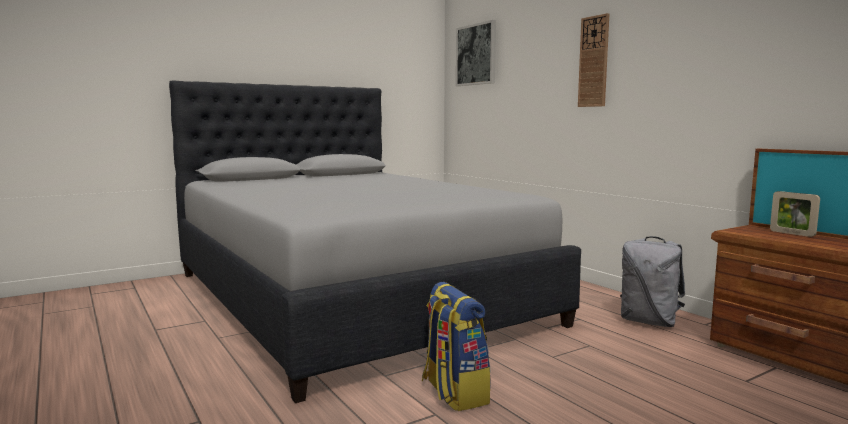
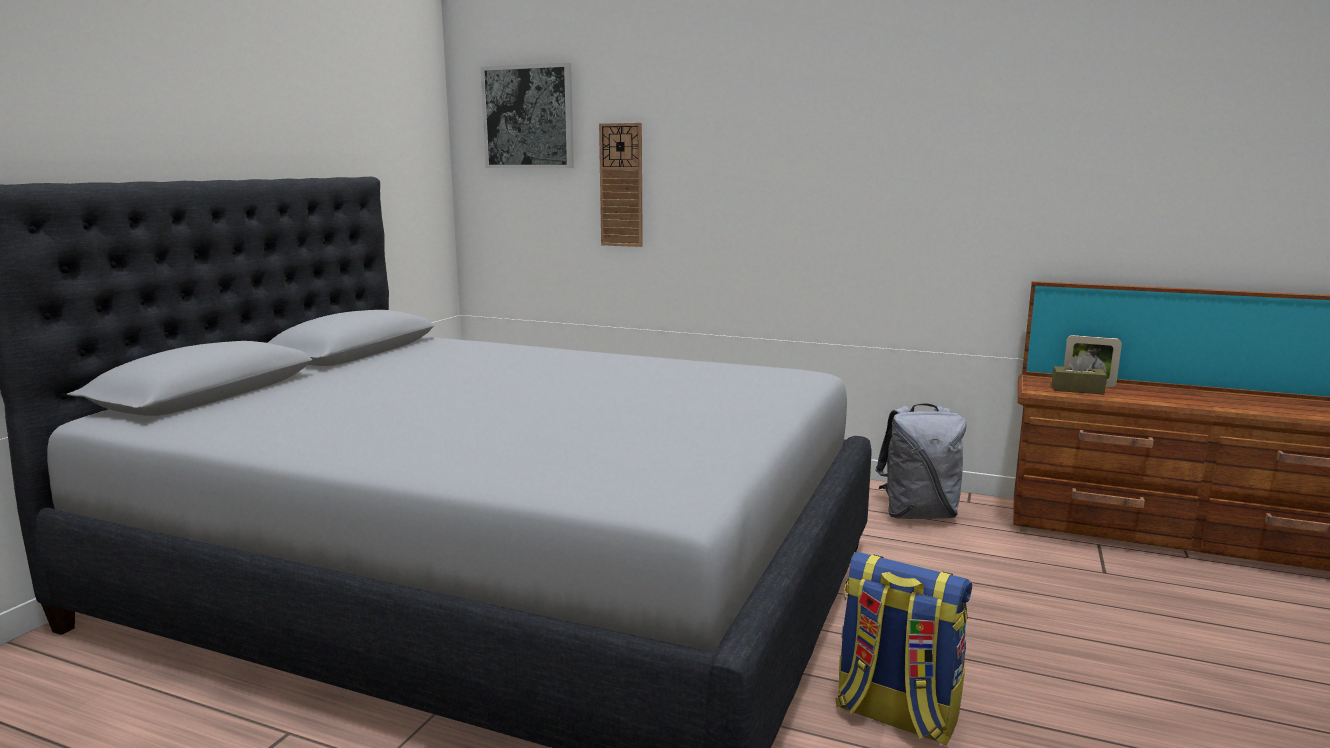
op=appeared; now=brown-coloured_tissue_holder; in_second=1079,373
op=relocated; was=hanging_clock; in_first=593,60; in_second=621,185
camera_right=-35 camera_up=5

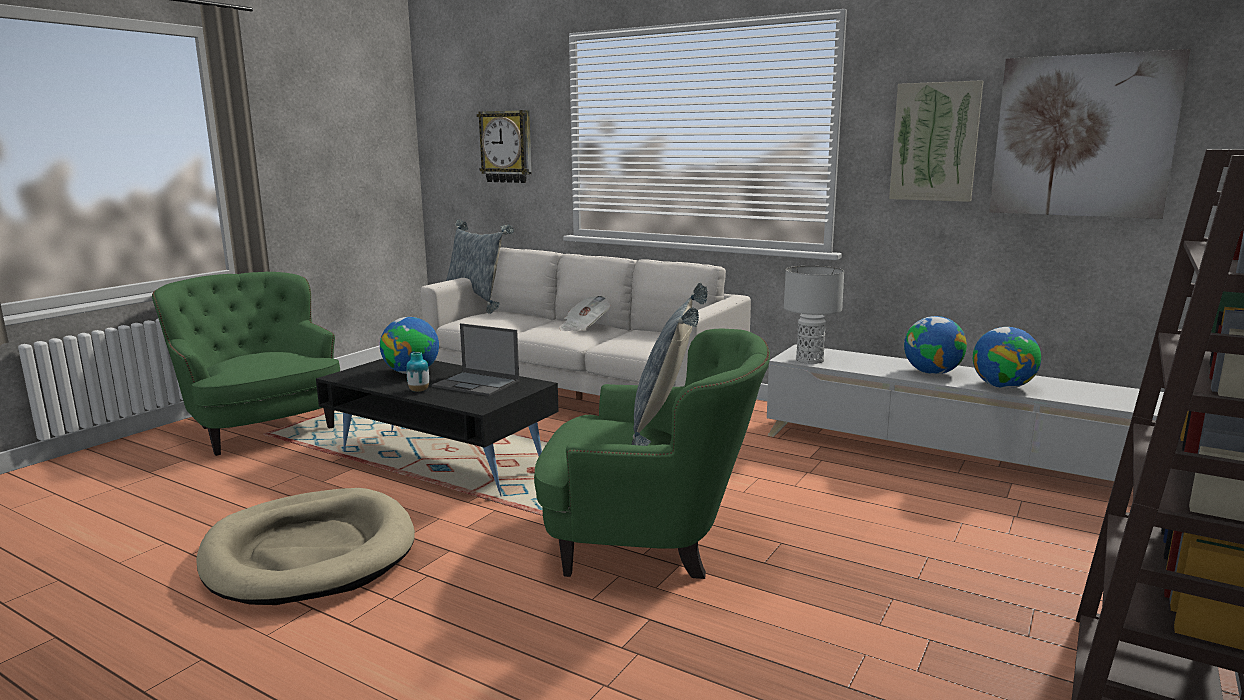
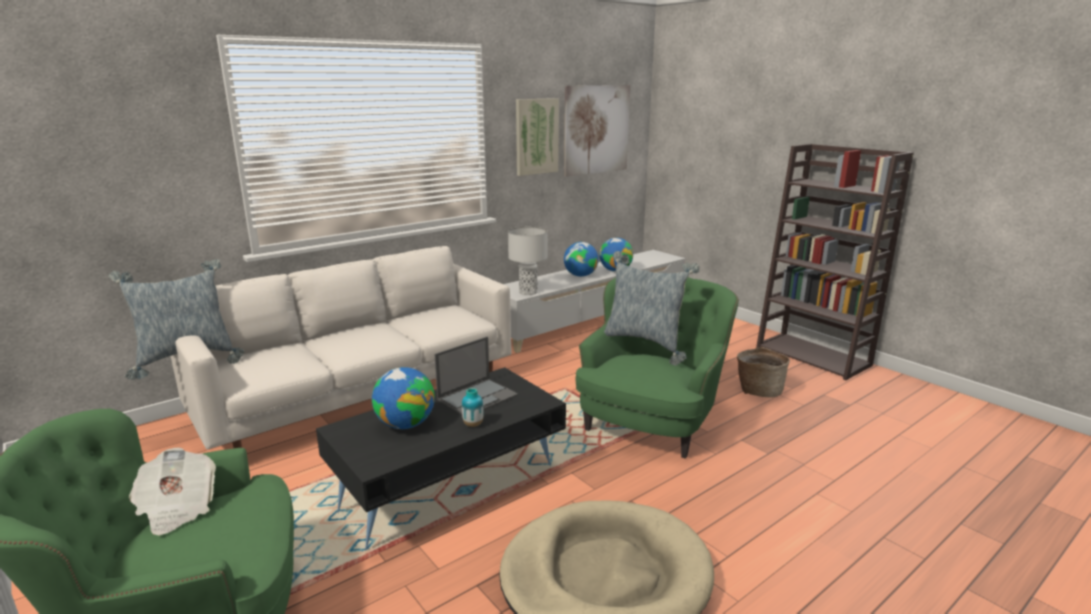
op=missing; was=hanging_clock; in_first=504,146
op=appeared; now=household_basket; in_second=763,372
op=relocated; was=printed_paper; in_first=585,313; in_second=172,491
camera_right=-70 camera_up=5

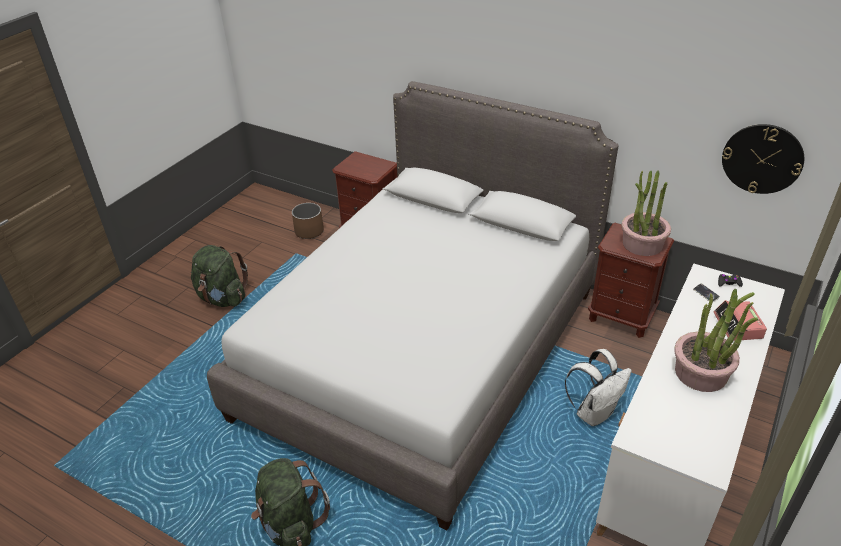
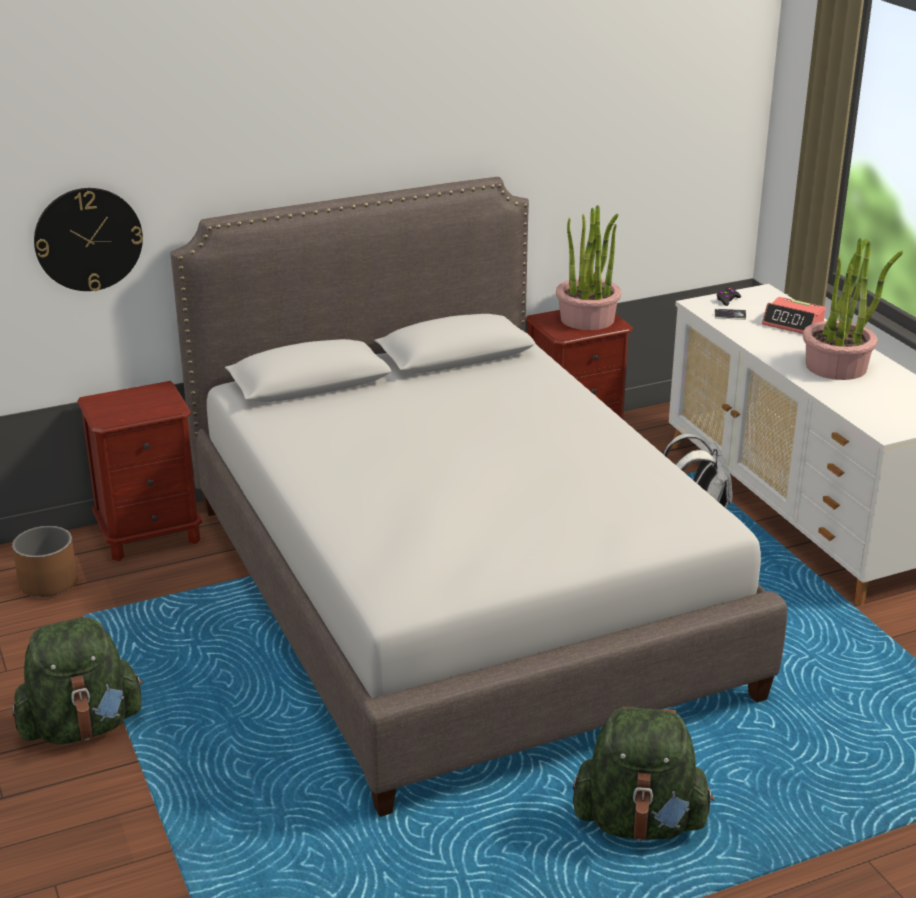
op=relocated; was=hanging_clock; in_first=763,159; in_second=88,239
camera_right=-55 camera_up=-10

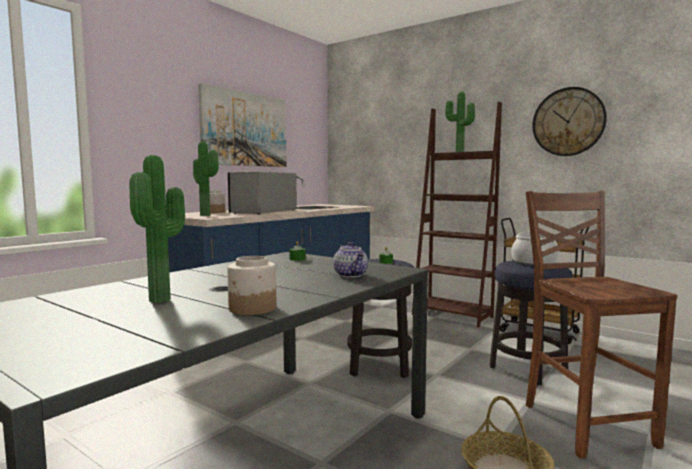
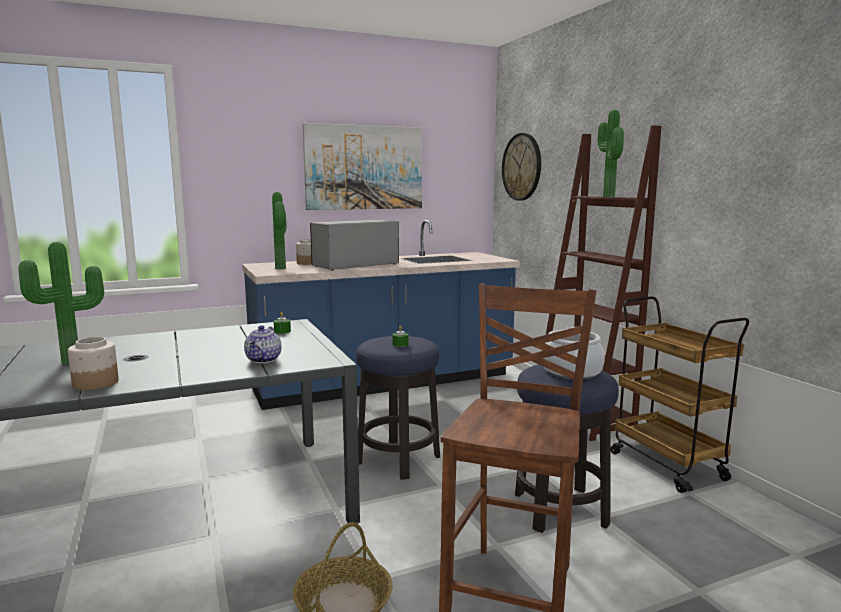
op=relocated; was=hanging_clock; in_first=569,121; in_second=521,167
camera_right=30 camera_up=5

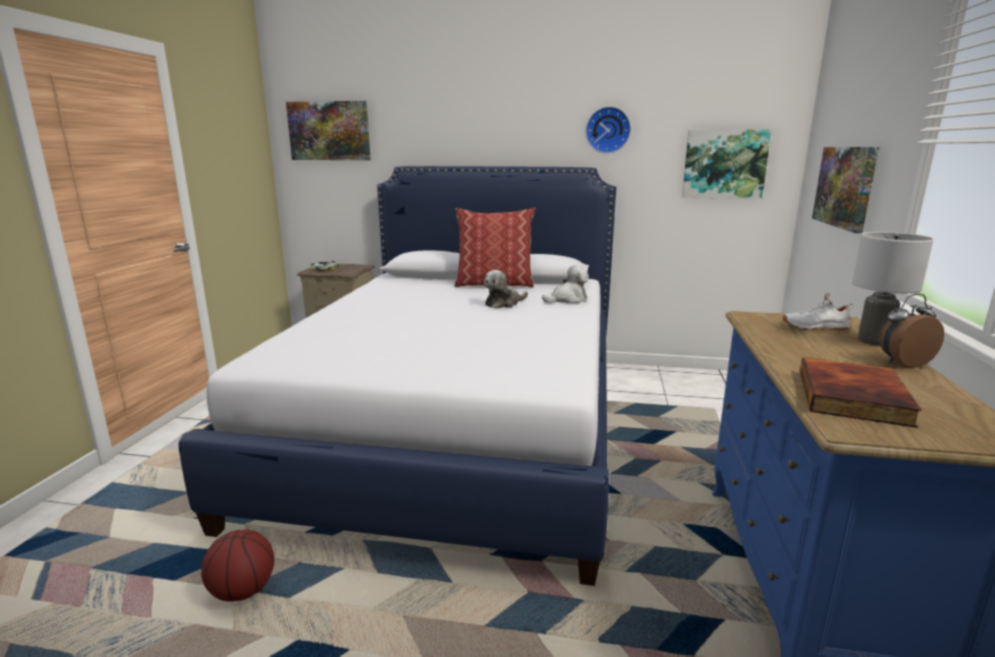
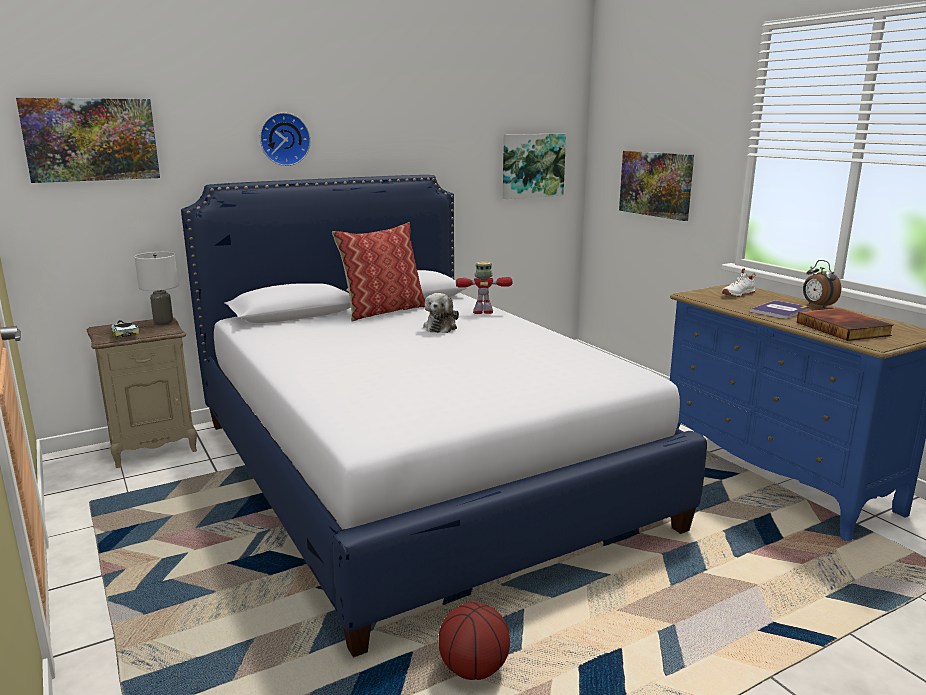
op=appeared; now=volume; in_second=779,309
op=relocated; was=hanging_clock; in_first=608,130; in_second=285,139
op=relocated; was=white_table_lamp; in_first=893,289; in_second=156,288
op=exchanged; was=cuddly_toy; now=model_robot; in_first=565,284; in_second=484,288
op=spun; was=alarm_clock; in_first=912,331; in_second=822,284; clockwise=-60
camera_right=-40 camera_up=0

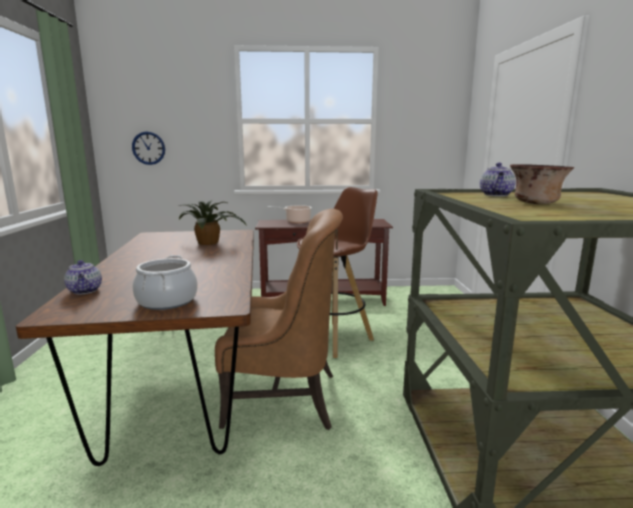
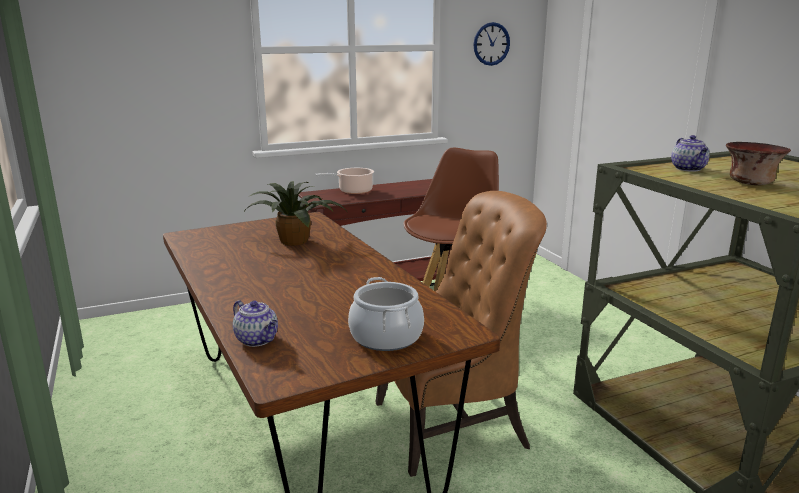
op=relocated; was=hanging_clock; in_first=148,148; in_second=491,44
camera_right=-20 camera_up=5

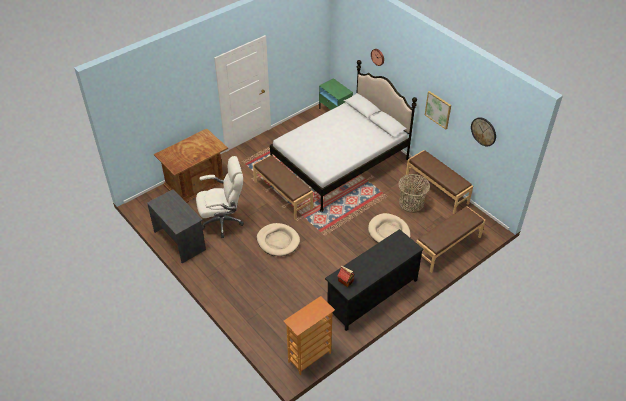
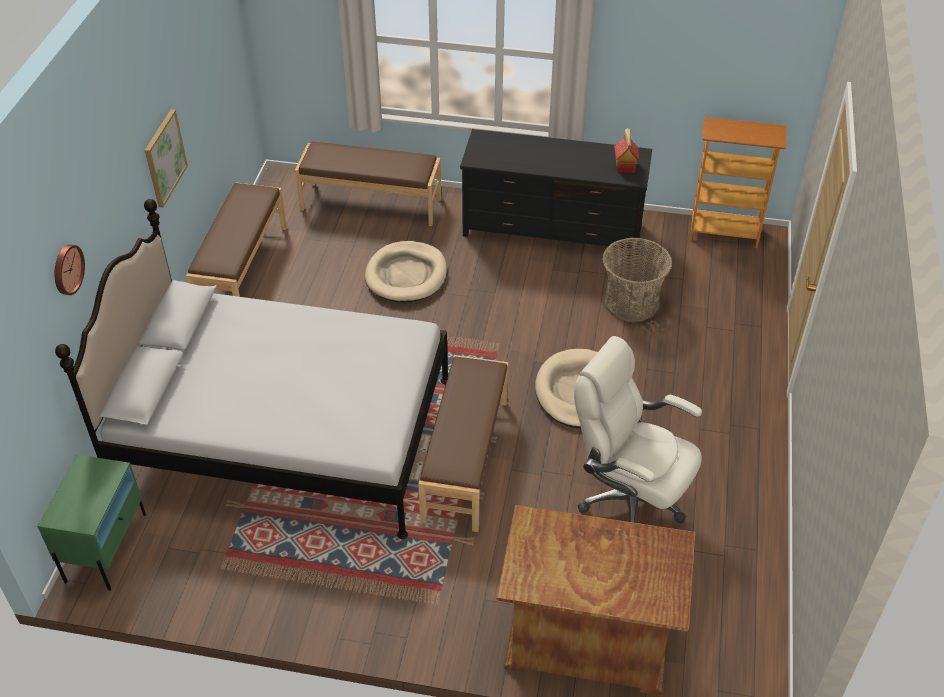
op=missing; was=greyish_desk_unit; in_first=176,226
op=missing; was=hanging_clock; in_first=483,131
op=relocated; was=household_basket; in_first=414,193; in_second=637,279
camera_right=-130 camera_up=0

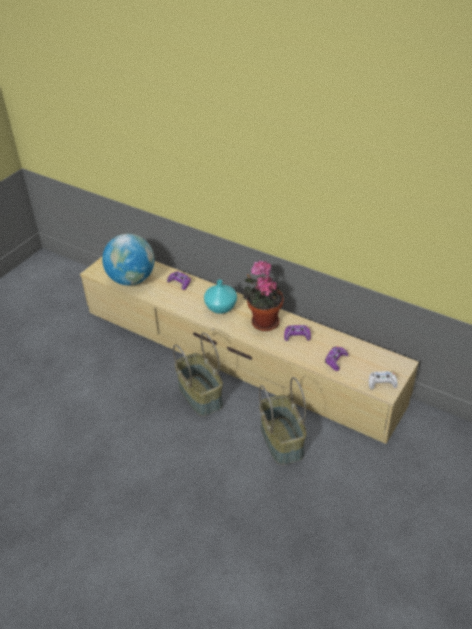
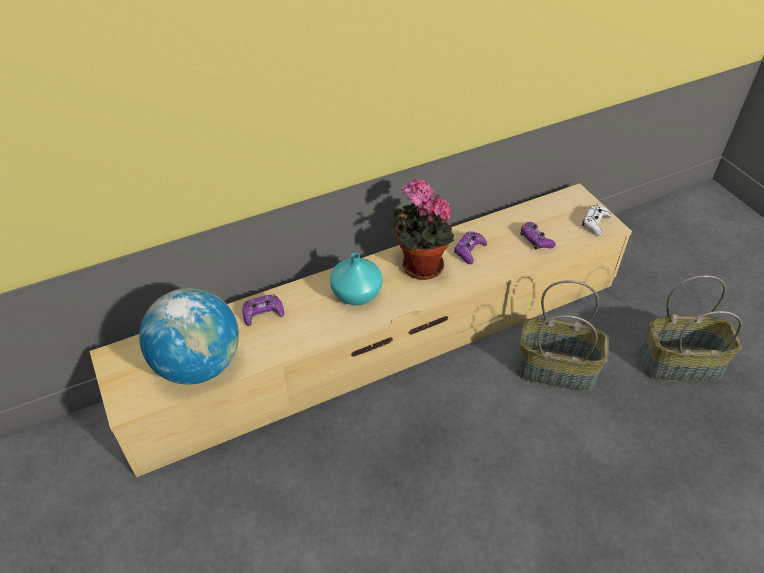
op=relocated; was=household_basket; in_first=198,374; in_second=690,328
camera_right=-60 camera_up=5

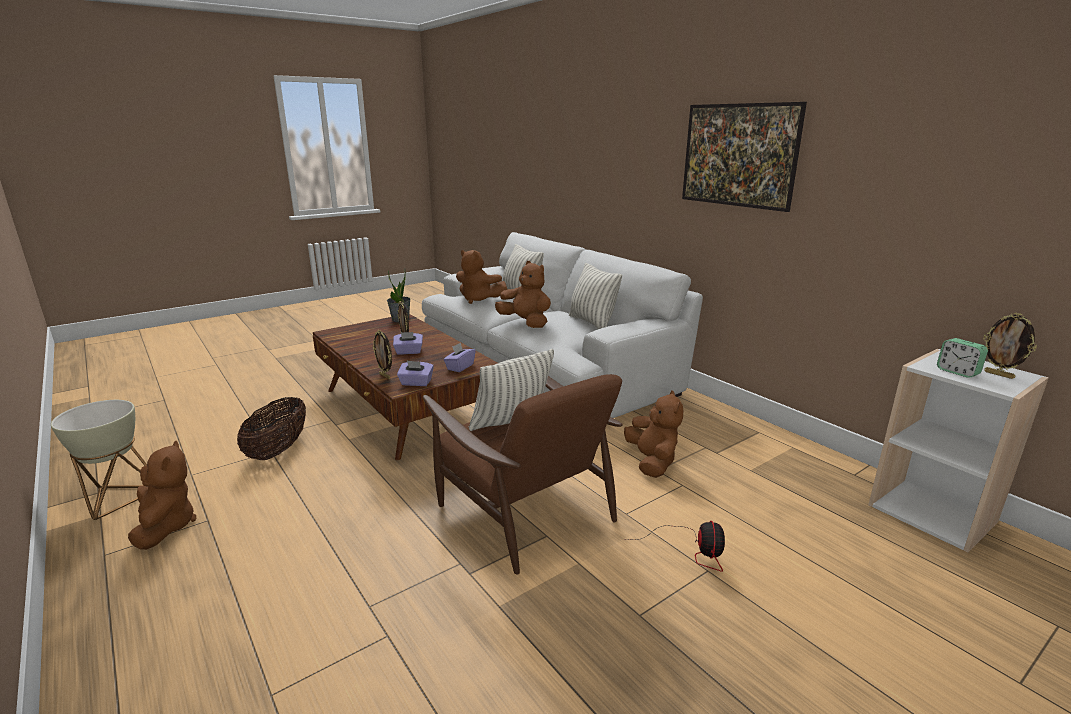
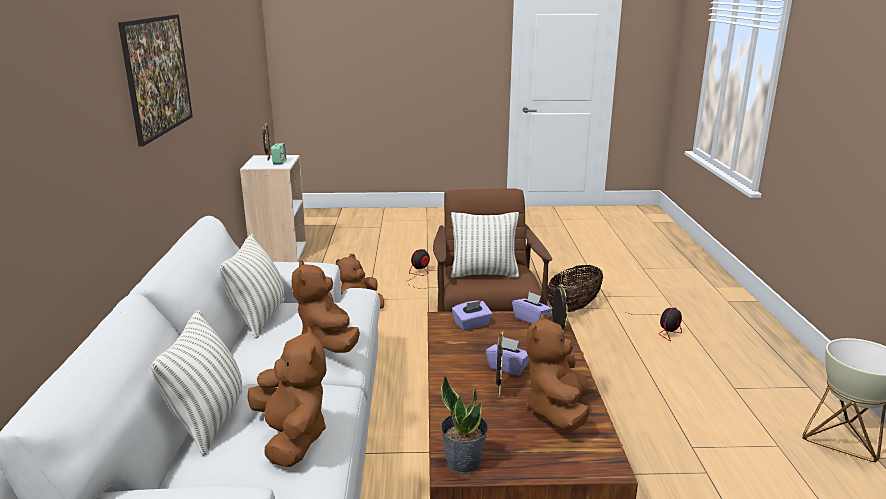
op=appeared; now=electric_fan; in_second=654,324
op=relocated; was=brown-coloured_cuddly_toy; in_first=162,495; in_second=558,372
op=relocated; was=household_basket; in_first=271,428; in_second=575,288
camera_right=-145 camera_up=0

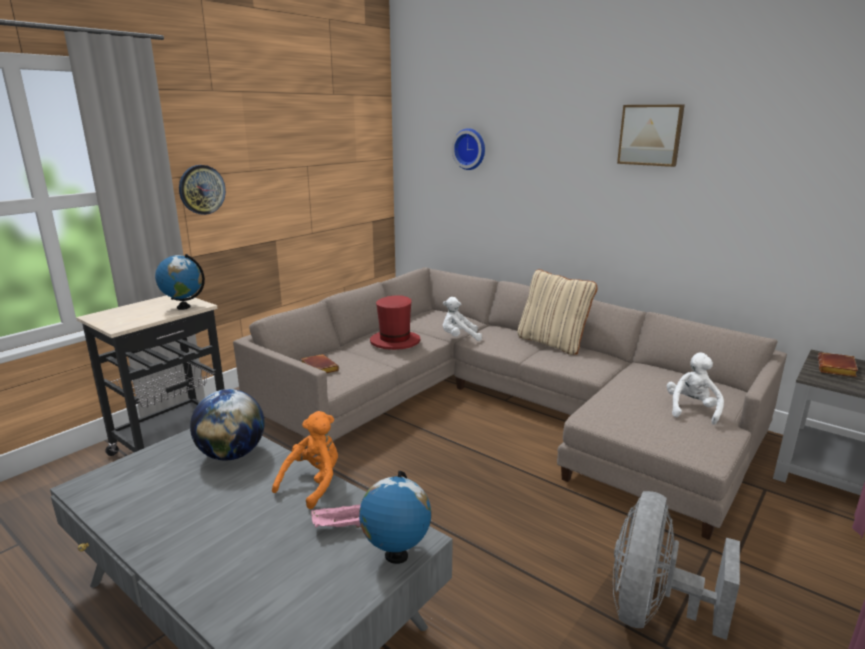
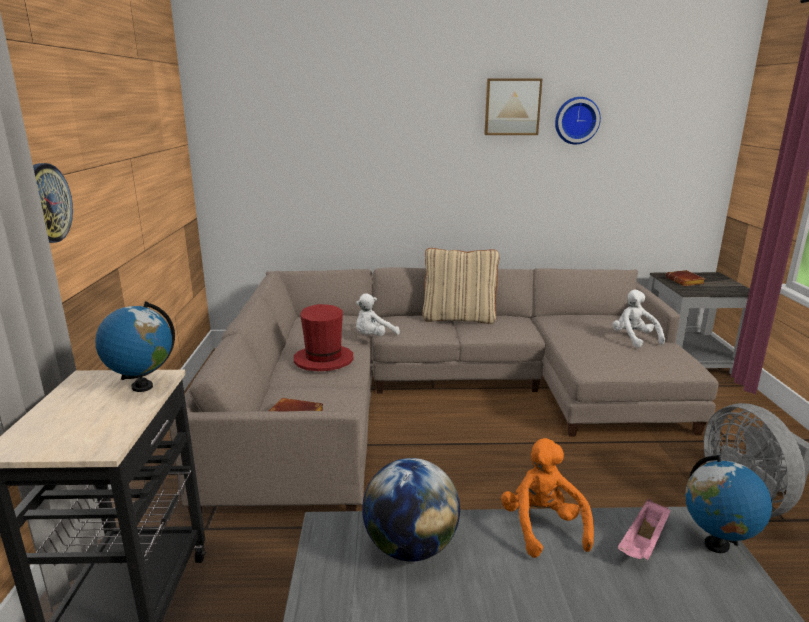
op=relocated; was=hanging_clock; in_first=468,149; in_second=578,120
camera_right=-40 camera_up=0

